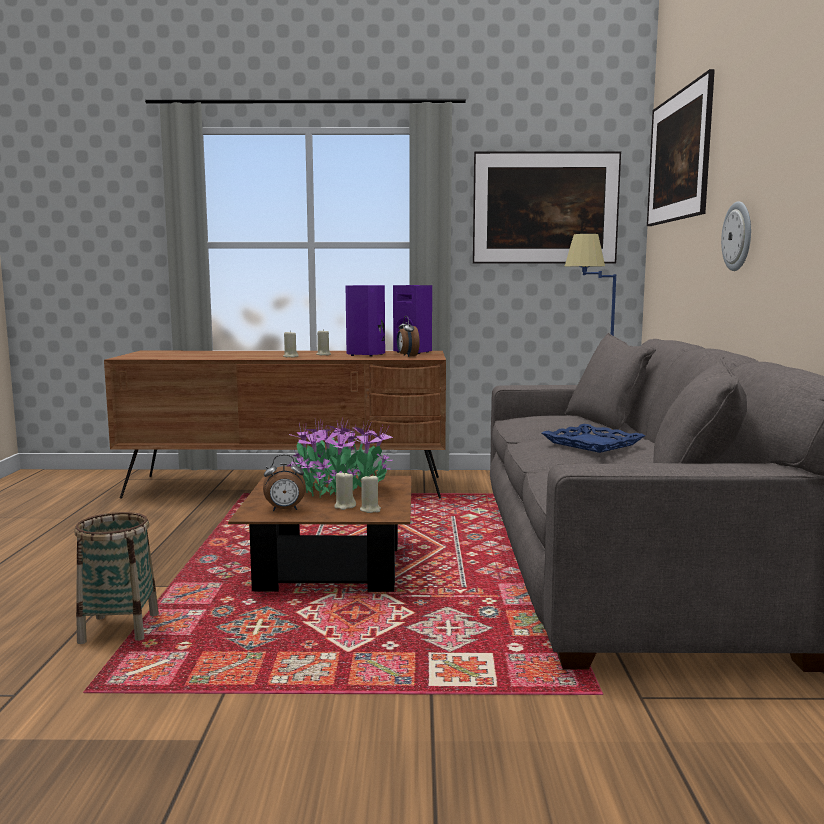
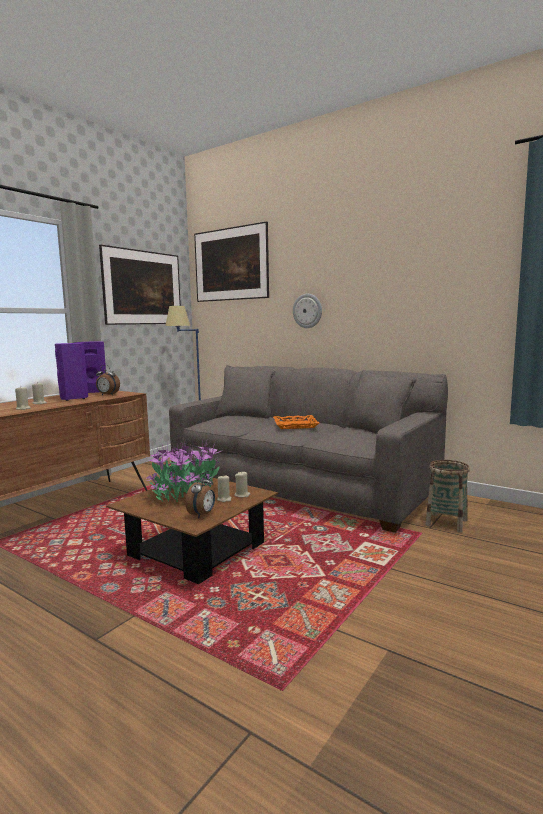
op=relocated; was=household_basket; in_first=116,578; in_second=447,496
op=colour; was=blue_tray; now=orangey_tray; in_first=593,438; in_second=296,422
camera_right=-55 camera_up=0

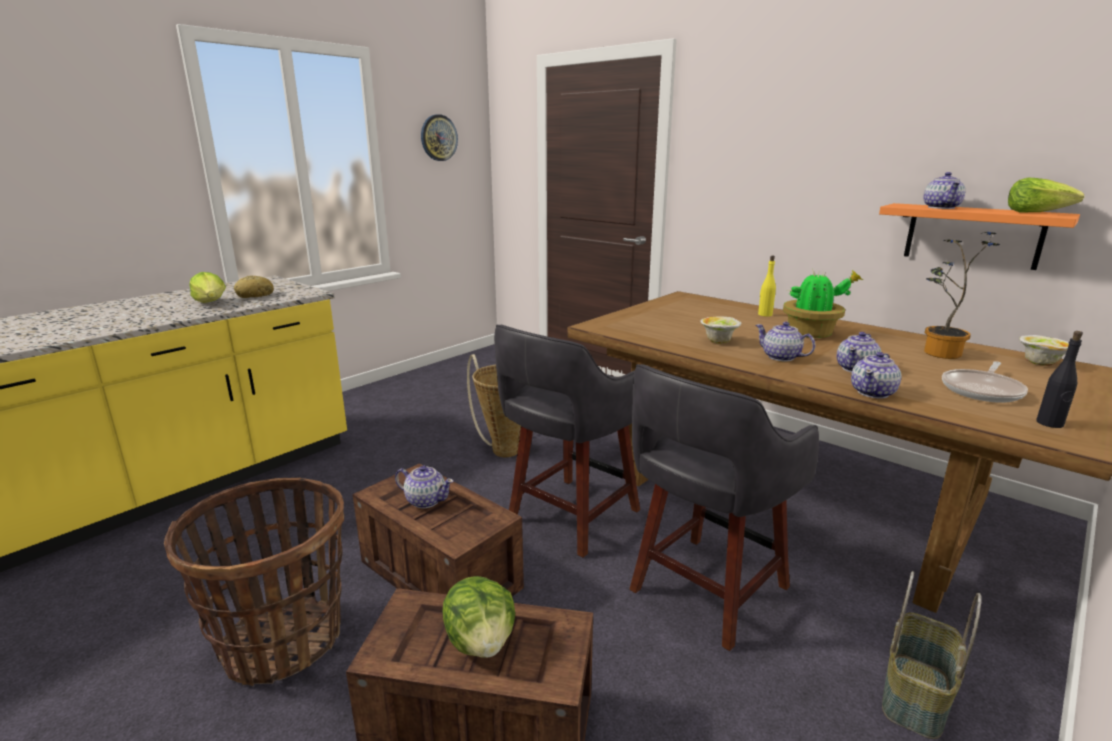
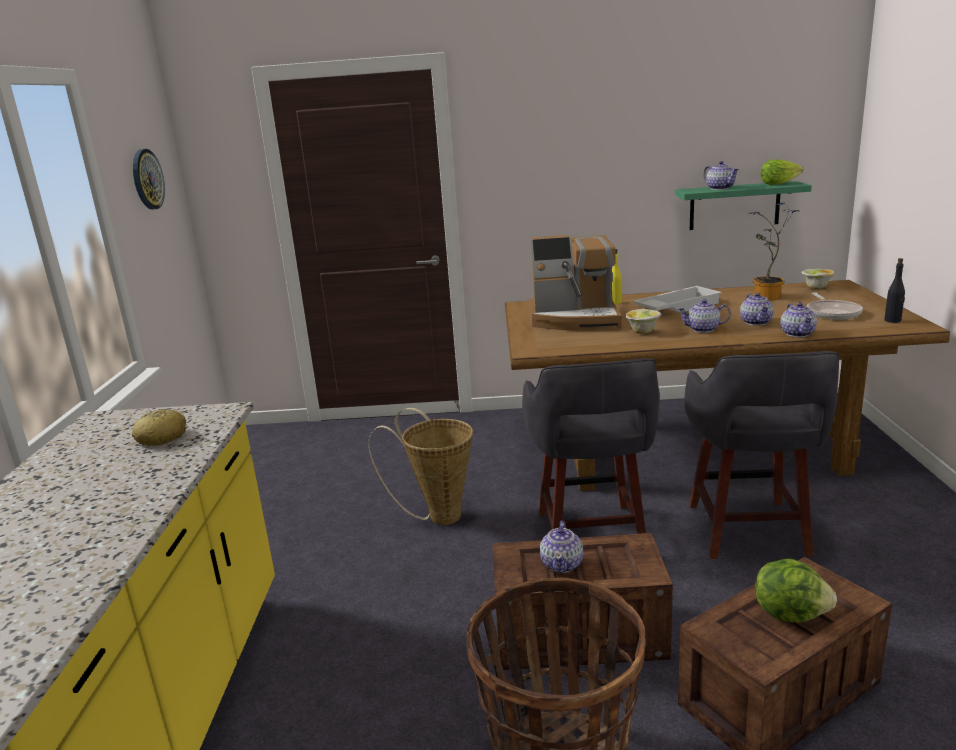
op=missing; was=lettuce_head; in_first=207,287
op=missing; was=household_basket; in_first=931,655
op=appeared; now=coffee_machine; in_second=575,282
op=exchanged; was=potted_plant; now=white_tray; in_first=823,304; in_second=677,299
op=colour; was=orangey_bracket_shelf; now=green-coloured_bracket_shelf; in_first=979,236; in_second=743,205
op=spun; was=tea_pot; in_first=424,487; in_second=561,547; clockwise=120
camera_right=-40 camera_up=0

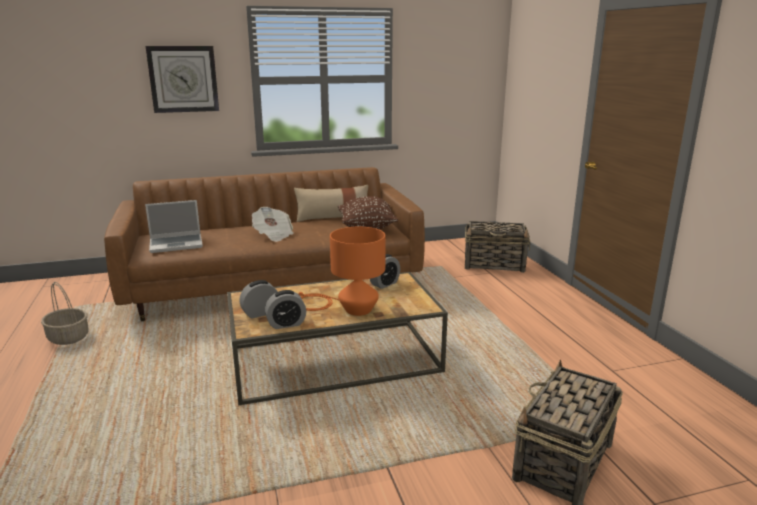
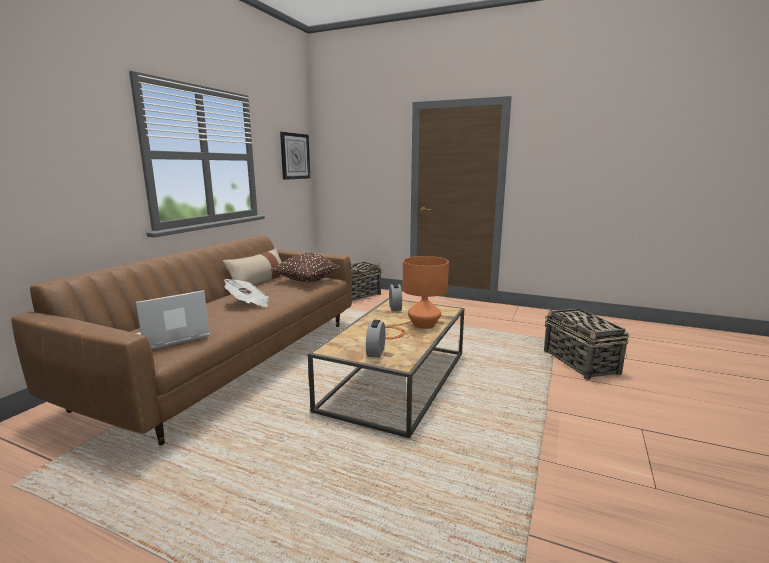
op=missing; was=household_basket; in_first=65,313
op=missing; was=alarm_clock; in_first=285,309
op=relocated; was=hanging_clock; in_first=182,79; in_second=295,156
op=spun; was=notebook_computer; in_first=174,226; in_second=173,320; clockwise=-150
camera_right=-50 camera_up=-5

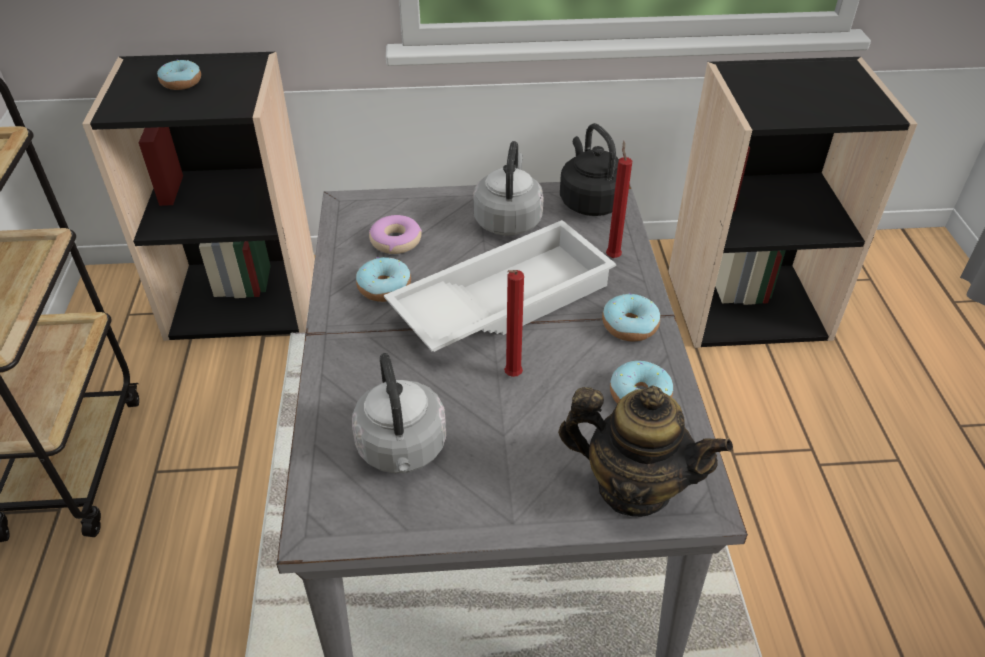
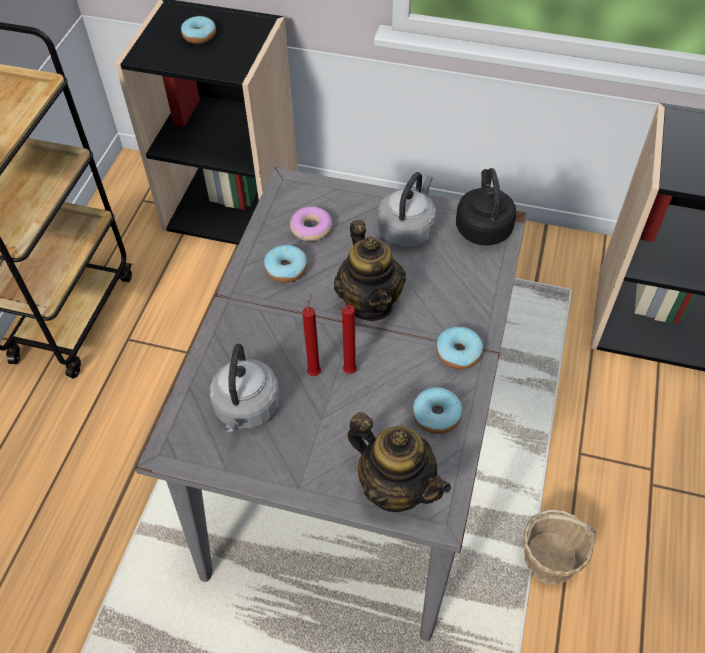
op=appeared; now=household_basket; in_second=559,547
op=relocated; was=red-coloured_wax_candle; in_first=619,199; in_second=312,335
op=exchanged; was=white_tray; now=tea_pot; in_first=500,286; in_second=370,270
camera_right=20 camera_up=10

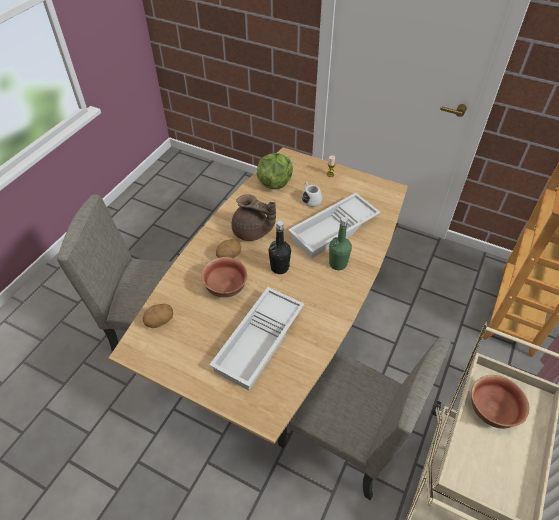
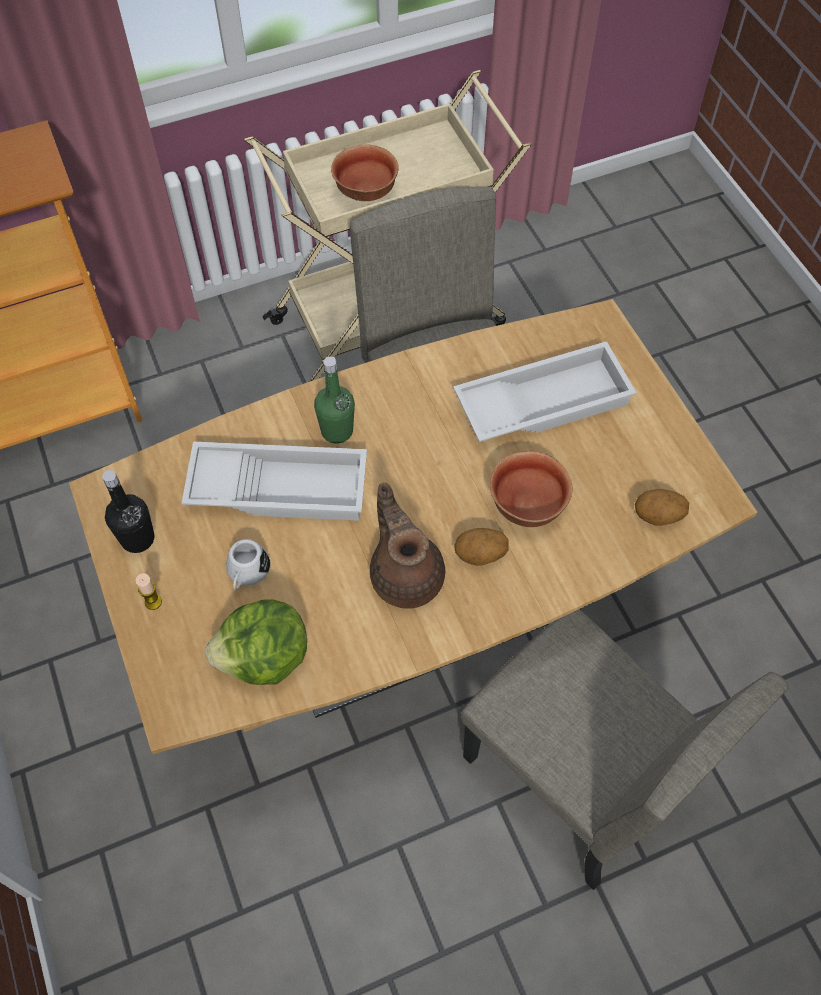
op=relocated; was=black-coloured_bottle; in_first=279,247; in_second=128,511
camera_right=-140 camera_up=10

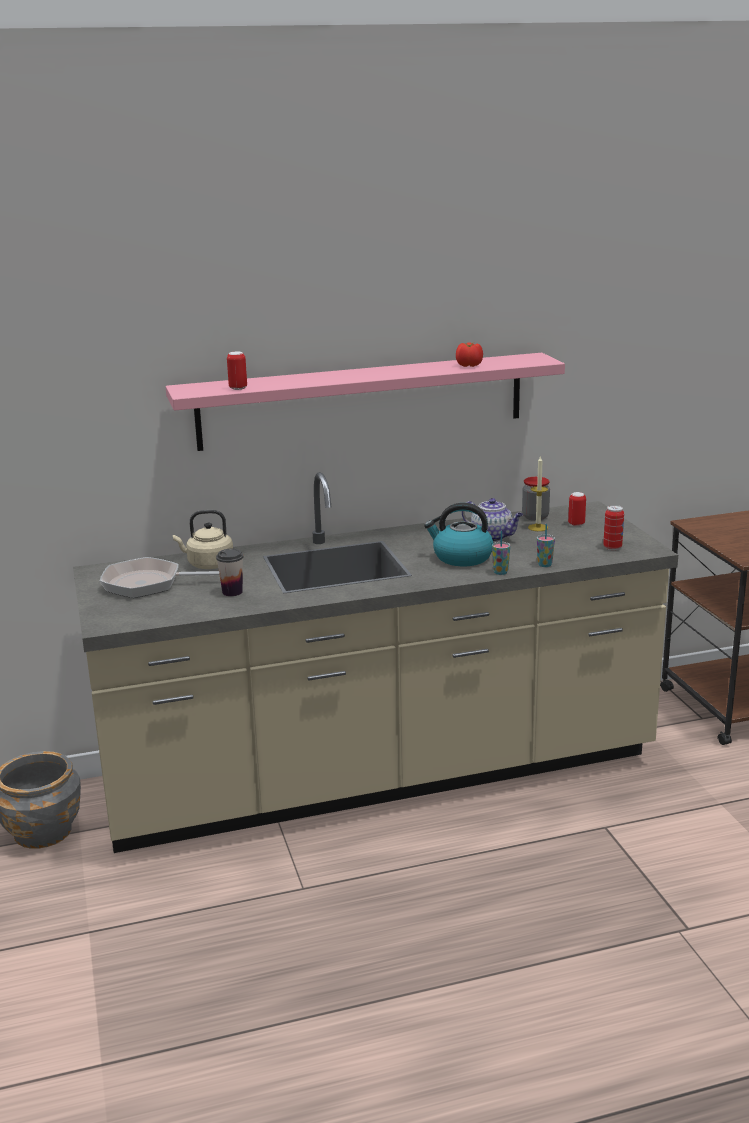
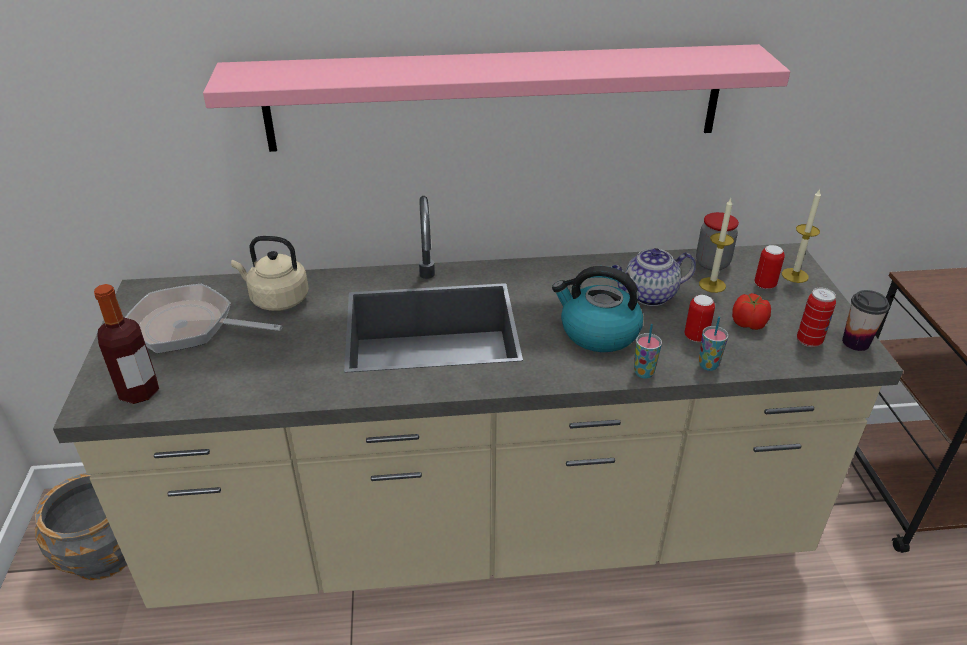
op=appeared; now=bottle; in_second=126,344
op=appeared; now=wax_candle; in_second=801,236
op=relocated; was=drinking_cup; in_first=229,572; in_second=866,320
op=relocated; was=sealed_can; in_first=237,370; in_second=700,318
op=relocated; was=whole_tomato; in_first=469,354; in_second=751,311
op=spun; was=tea_pot; in_first=492,520; in_second=654,277; clockwise=120
camera_right=10 camera_up=15

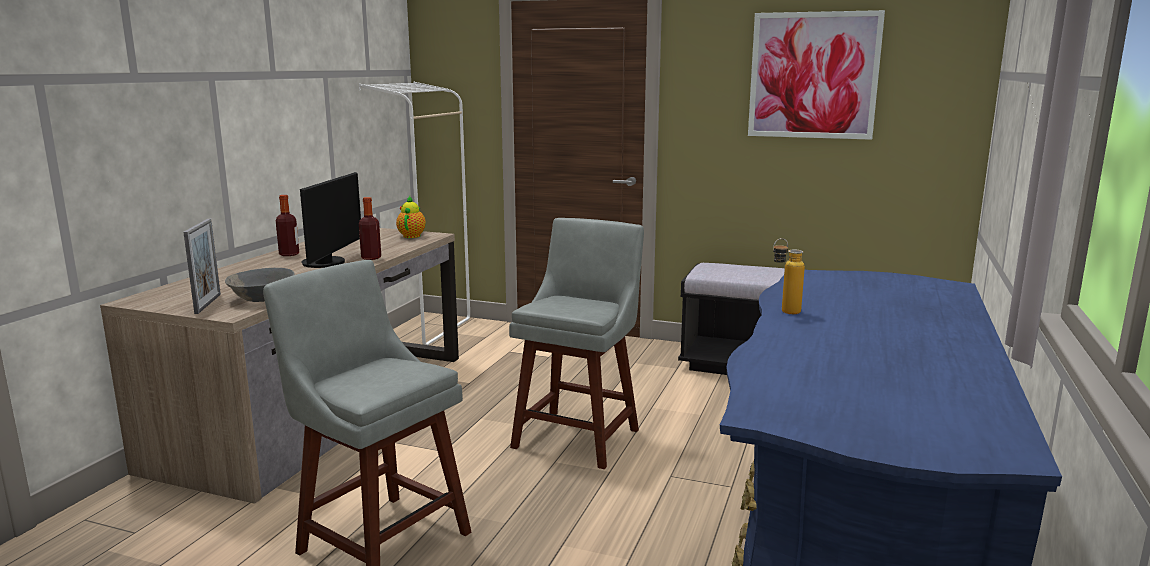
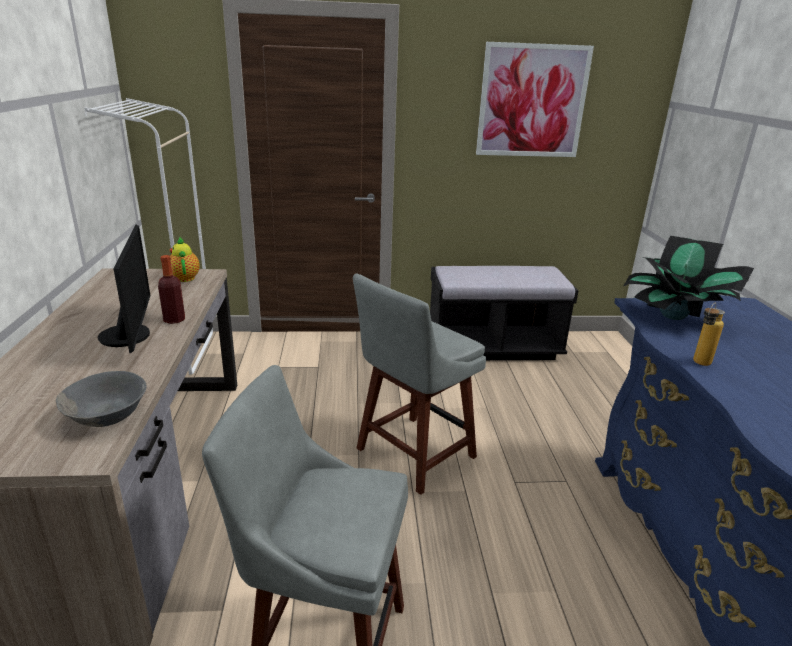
op=missing; was=photo_frame; in_first=202,266
op=missing; was=bottle; in_first=287,225
op=appeared; now=potted_plant; in_second=689,278
op=spun; was=greyish_chair; in_first=576,343; in_second=419,384; clockwise=-135
camera_right=-25 camera_up=10

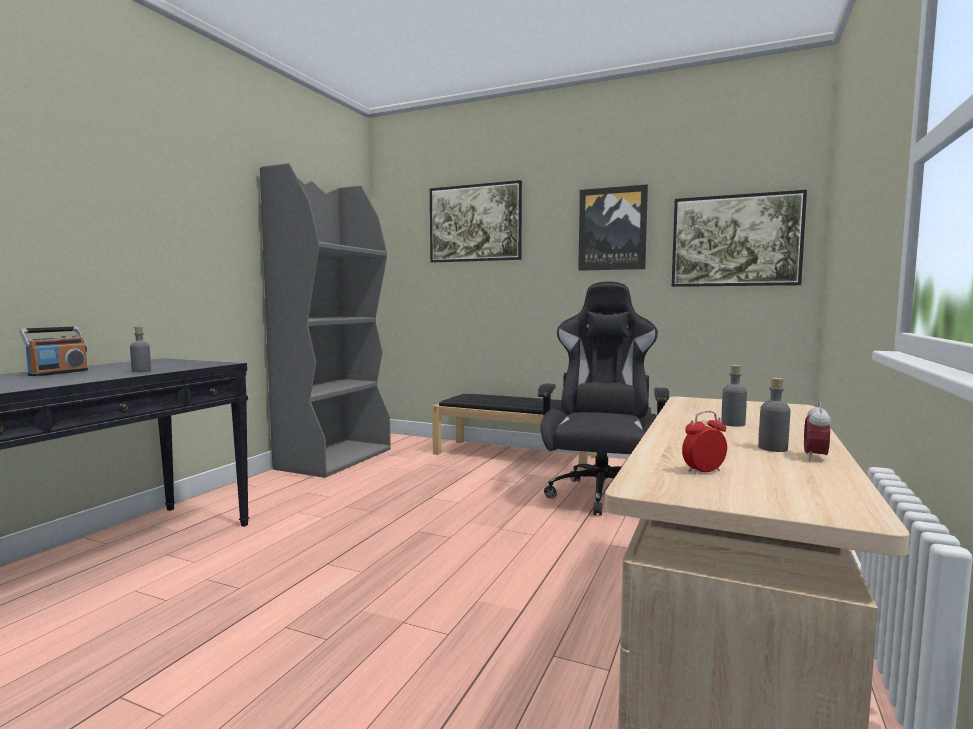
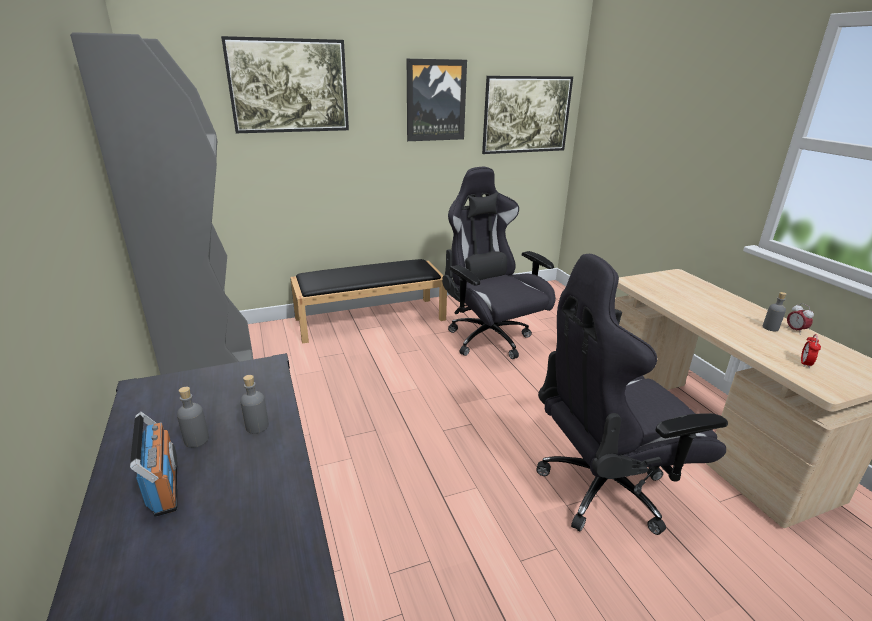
op=appeared; now=black-coloured_computer_chair; in_second=632,394
op=relocated; was=greyish_bottle; in_first=734,396; in_second=193,417
camera_right=-45 camera_up=20

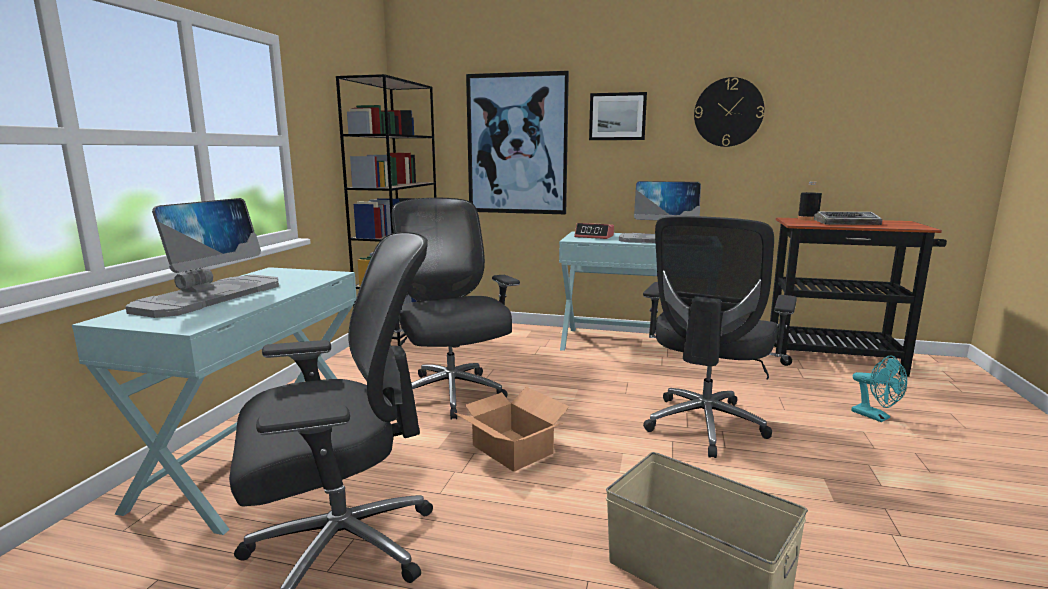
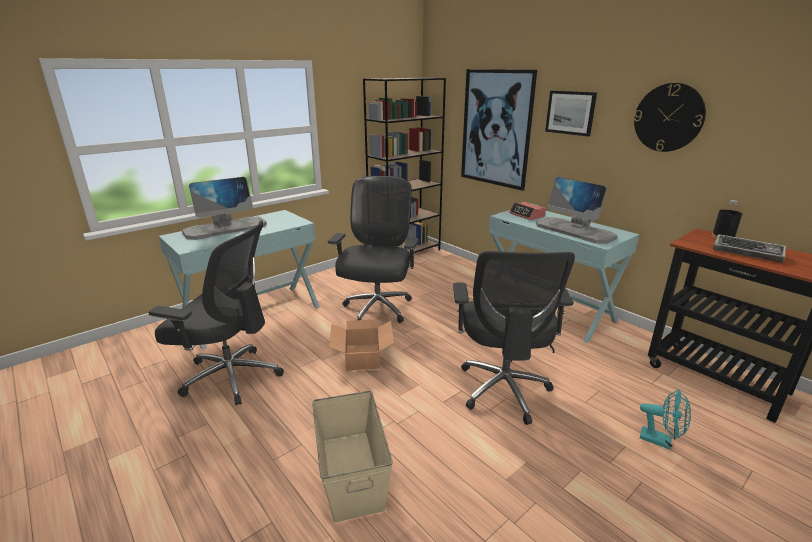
op=spun; was=computer_chair; in_first=720,337; in_second=514,338; clockwise=-60
op=spun; was=turquoise_electric_fan; in_first=879,388; in_second=665,419; clockwise=-60
camera_right=35 camera_up=10

